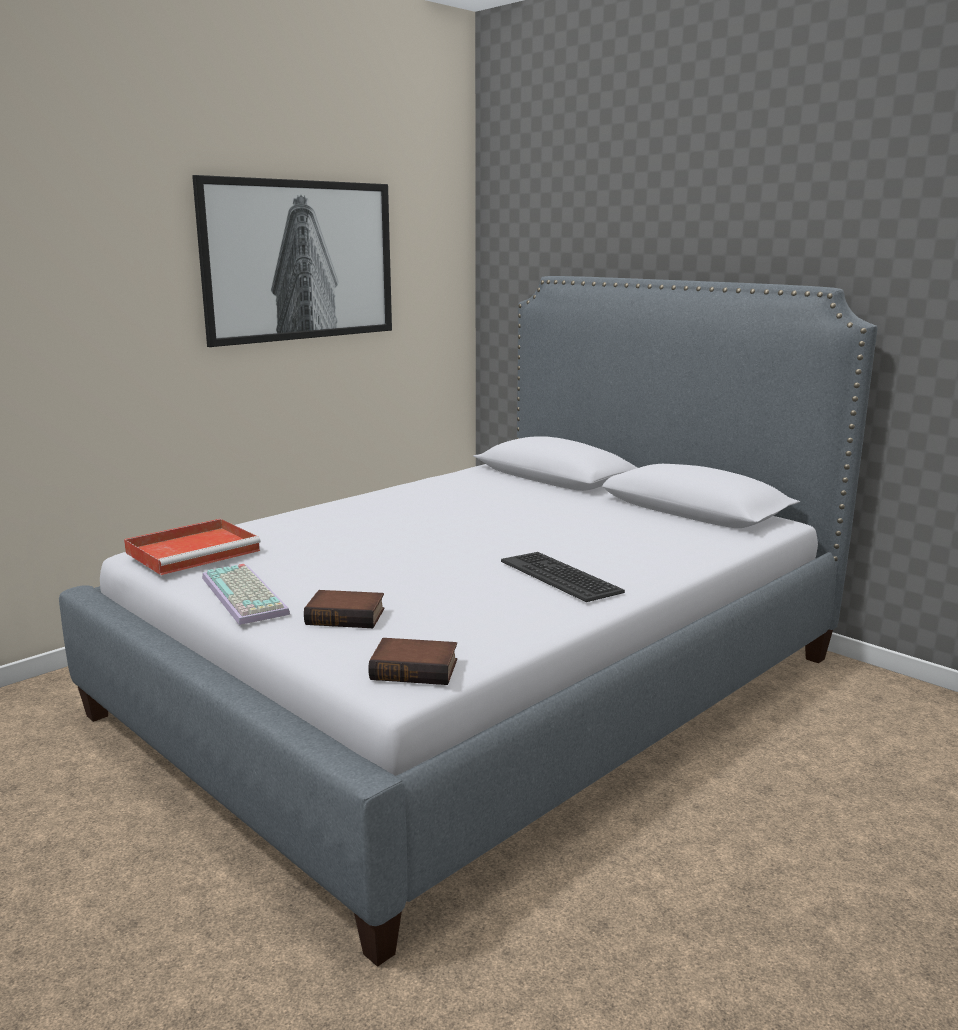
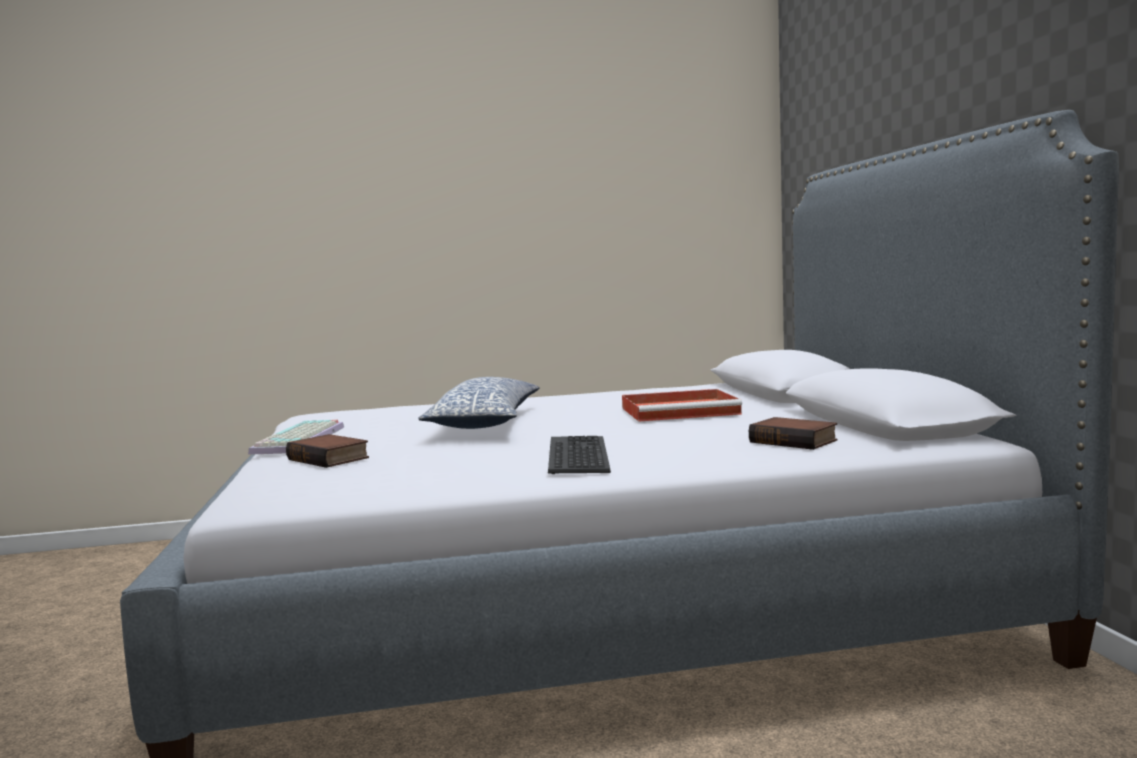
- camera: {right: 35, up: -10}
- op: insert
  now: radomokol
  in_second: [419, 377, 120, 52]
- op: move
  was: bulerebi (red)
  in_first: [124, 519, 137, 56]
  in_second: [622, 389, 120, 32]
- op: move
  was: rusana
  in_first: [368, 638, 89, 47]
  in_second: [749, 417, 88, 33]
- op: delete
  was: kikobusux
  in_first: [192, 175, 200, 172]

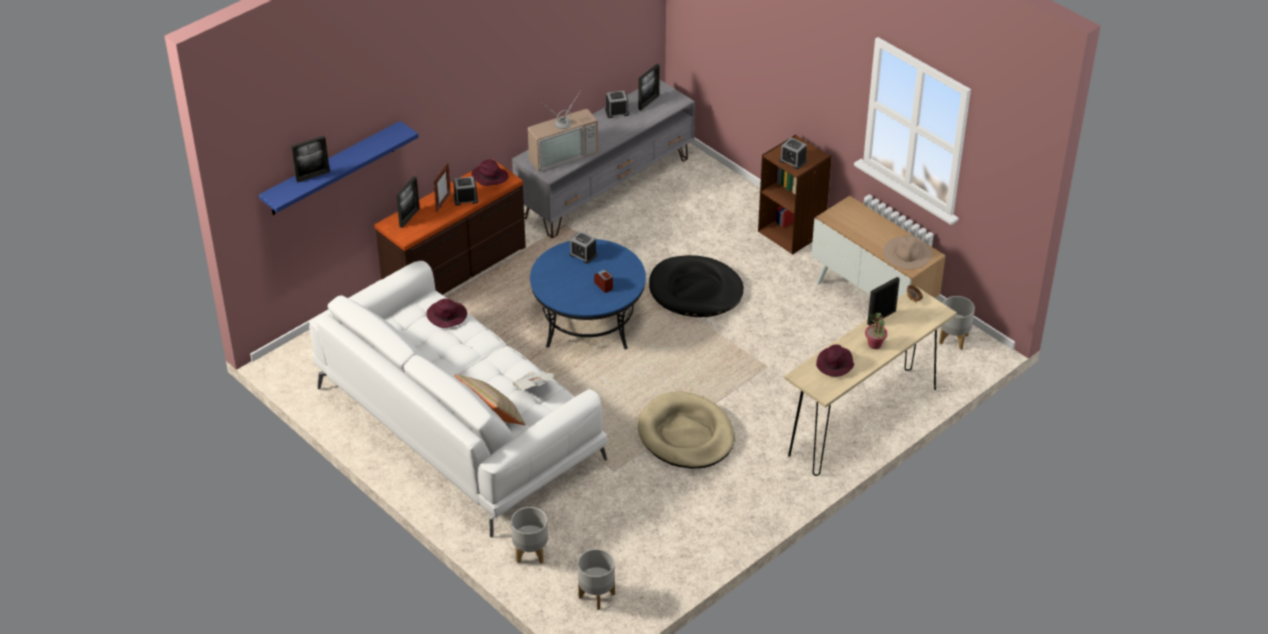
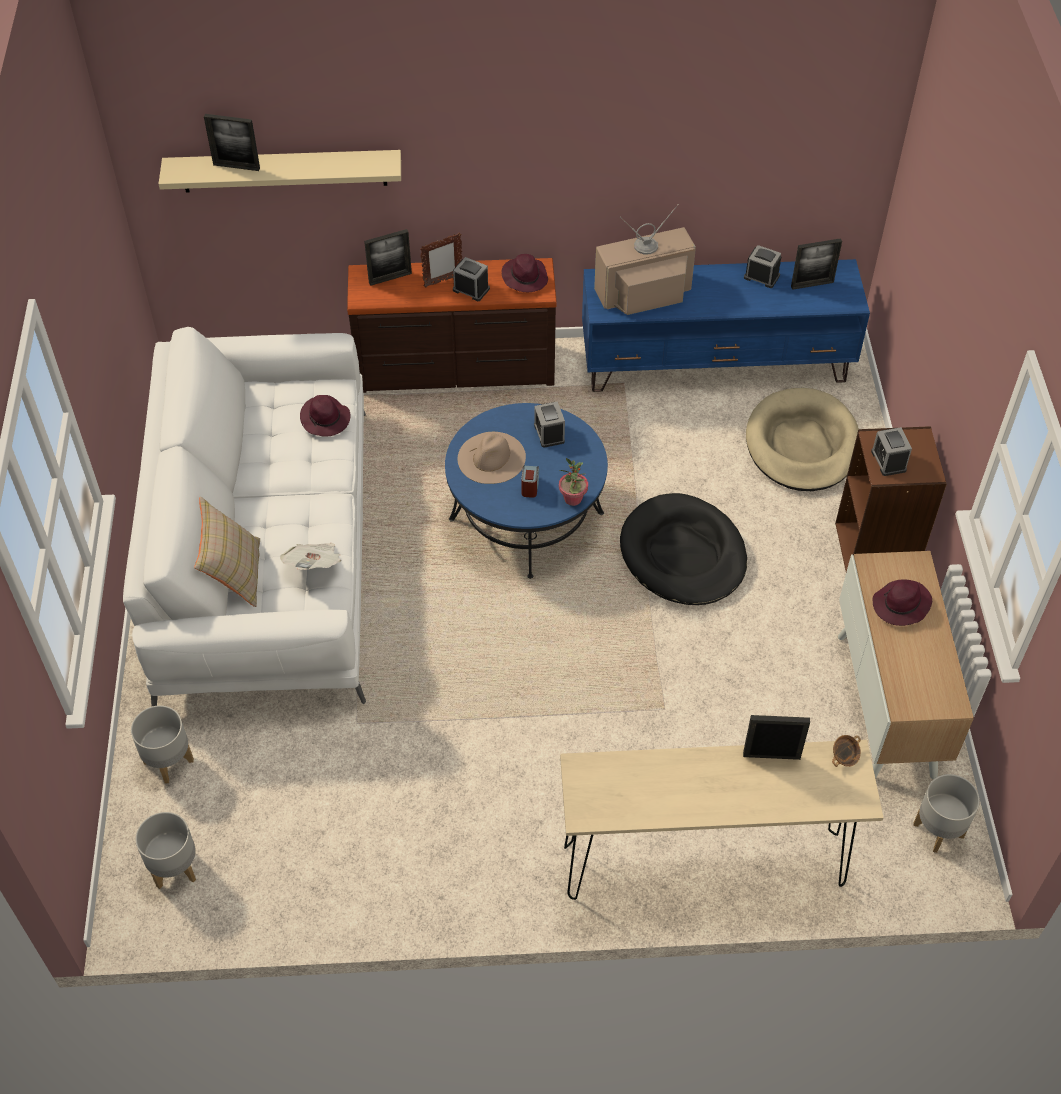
- camera: {right: 40, up: 10}
- op: recolor
  was: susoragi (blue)
  now: susoragi (beige)
  in_first: [259, 121, 160, 94]
  in_second: [159, 150, 242, 43]
- op: move
  was: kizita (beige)
  in_first: [883, 235, 49, 34]
  in_second: [458, 432, 68, 52]
- op: move
  was: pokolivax
  in_first: [865, 313, 22, 36]
  in_second: [559, 458, 29, 48]
- op: recolor
  was: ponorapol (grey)
  now: ponorapol (blue)
  in_first: [512, 79, 183, 159]
  in_second: [582, 259, 288, 133]
- op: rotate
  was: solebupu
  in_first: [528, 92, 70, 80]
  in_second: [594, 204, 102, 111]
  clockwise: 150
- op: move
  was: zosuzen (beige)
  in_first: [638, 391, 97, 77]
  in_second: [746, 388, 113, 103]
- op: move
  was: kizita (purple)
  in_first: [816, 344, 38, 33]
  in_second: [872, 579, 60, 47]

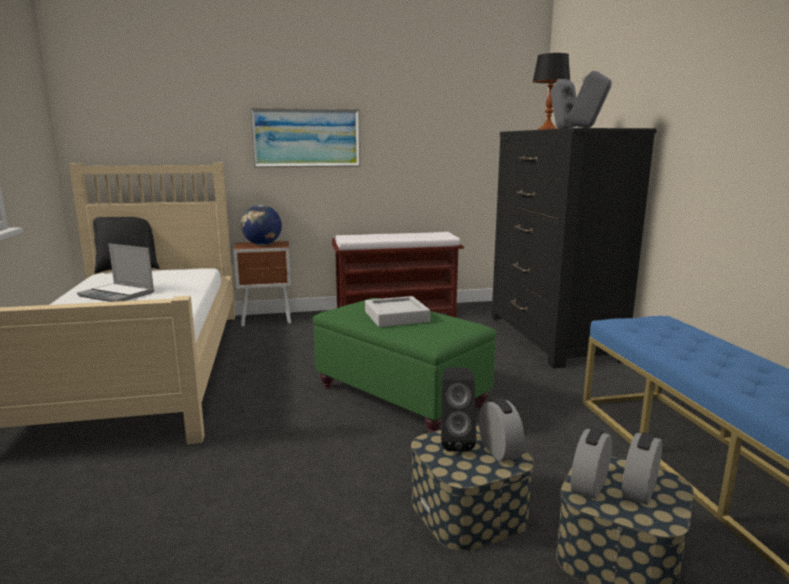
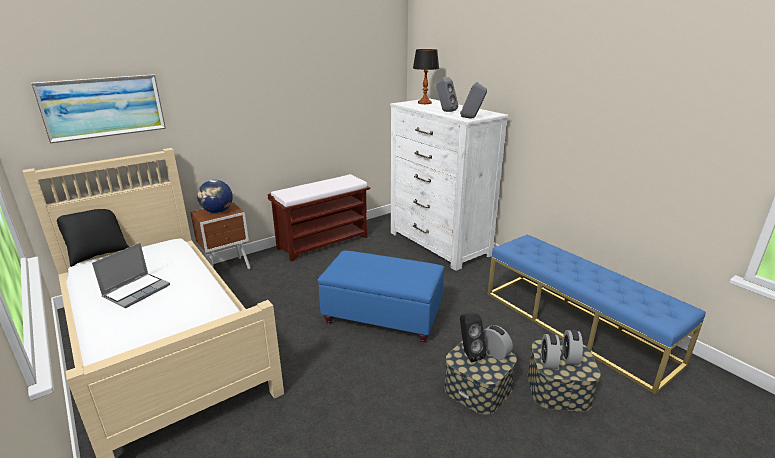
- camera: {right: -25, up: 10}
- op: move
  was: kikobusux
  in_first: [250, 108, 110, 59]
  in_second: [31, 74, 135, 69]
- op: rotate
  was: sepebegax
  in_first: [77, 243, 77, 59]
  in_second: [92, 243, 78, 65]
  clockwise: -60
- op: recolor
  was: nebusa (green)
  now: nebusa (blue)
  in_first: [312, 298, 185, 135]
  in_second: [318, 250, 126, 93]
- op: recolor
  was: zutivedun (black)
  now: zutivedun (white)
  in_first: [492, 128, 165, 241]
  in_second: [390, 98, 119, 173]
- op: delete
  was: bulerebi (grey)
  in_first: [365, 296, 65, 31]

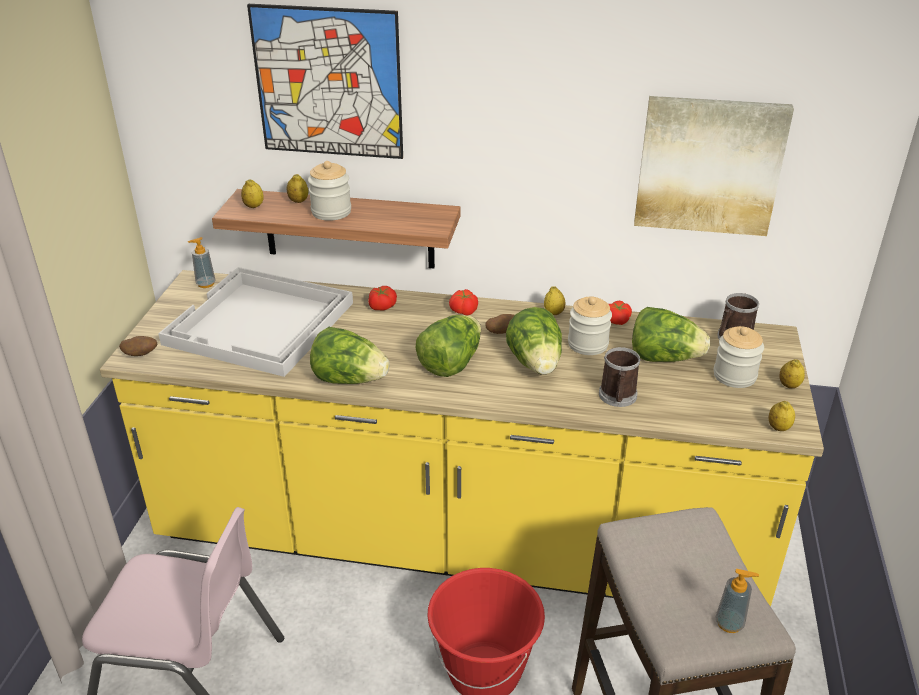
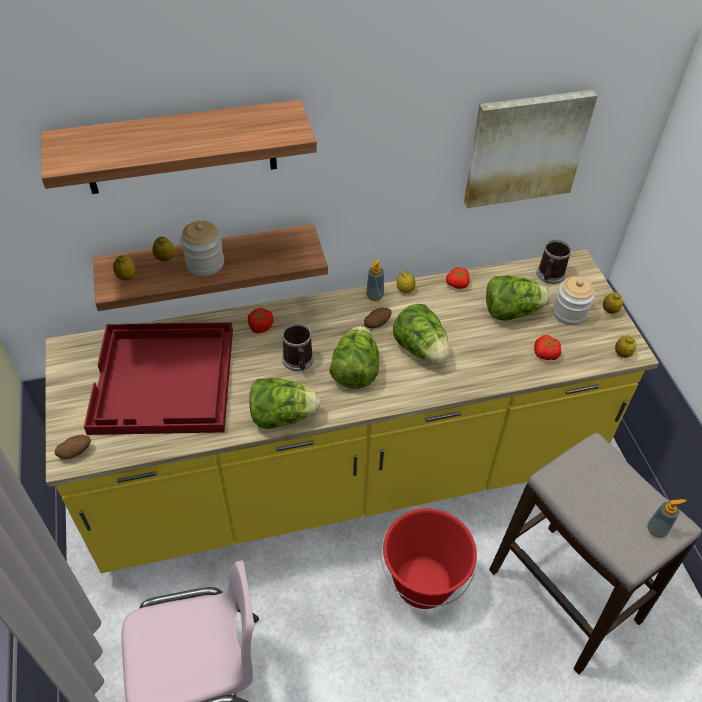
- camera: {right: -25, up: 15}
- op: replace
  was: kikobusux
  now: susoragi
  in_first: [247, 4, 156, 155]
  in_second: [41, 100, 276, 94]
- op: recolor
  was: bulerebi (white)
  now: bulerebi (red)
  in_first: [158, 267, 195, 110]
  in_second: [84, 322, 149, 113]
- op: move
  was: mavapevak
  in_first: [599, 347, 42, 60]
  in_second: [282, 323, 32, 49]
- op: move
  was: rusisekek
  in_first: [188, 237, 27, 51]
  in_second: [366, 259, 18, 42]
- op: move
  was: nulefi
  in_first: [449, 289, 29, 26]
  in_second: [534, 335, 27, 25]
- op: delete
  was: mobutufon
  in_first: [568, 296, 44, 59]

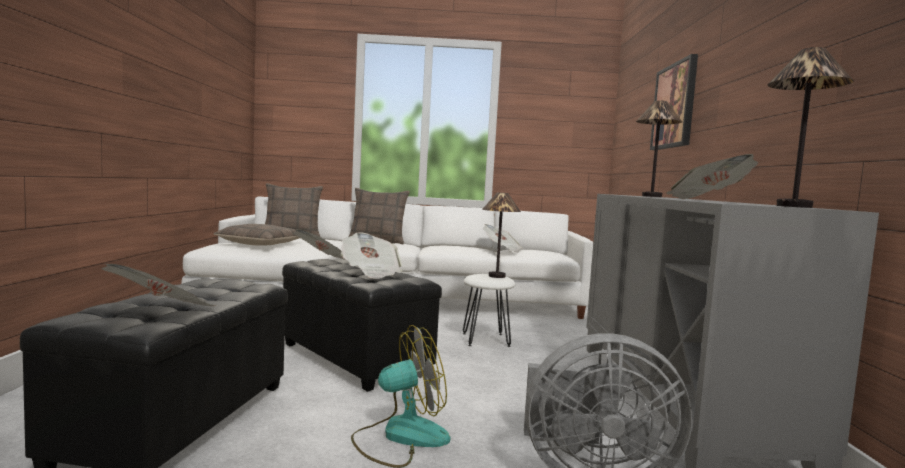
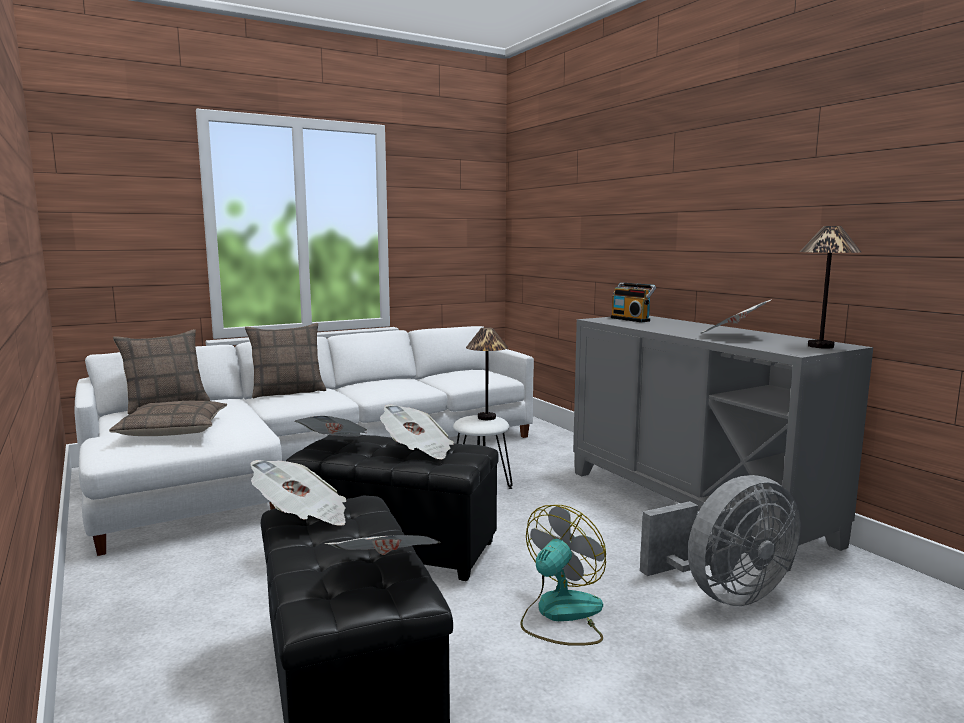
- camera: {right: -30, up: 5}
- op: move
  was: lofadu
  in_first: [483, 224, 40, 29]
  in_second: [250, 460, 96, 66]
- op: replace
  was: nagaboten
  now: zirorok
  in_first: [636, 101, 46, 96]
  in_second: [611, 282, 45, 40]
- op: delete
  was: kikobusux
  in_first: [650, 54, 48, 96]

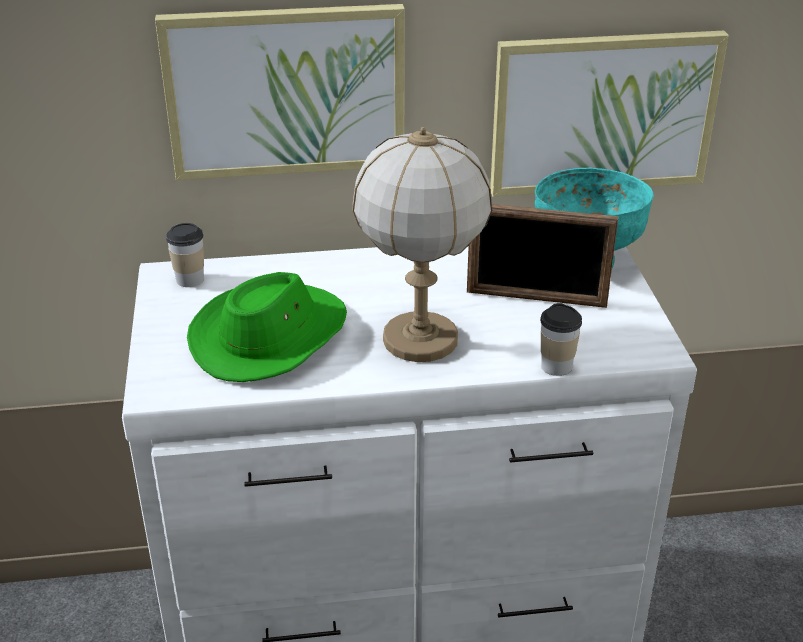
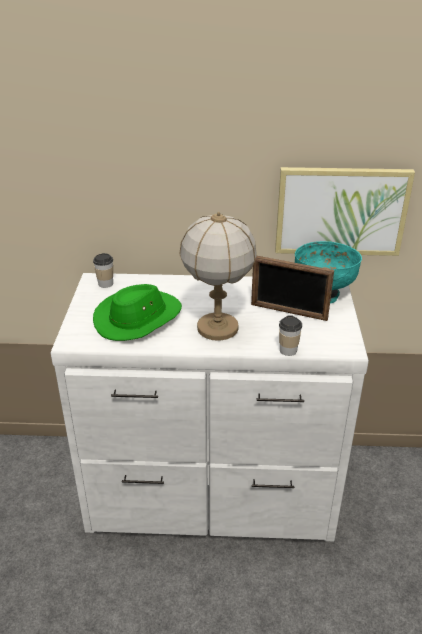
- camera: {right: 10, up: 0}
- op: delete
  was: kikobusux
  in_first: [155, 4, 250, 176]

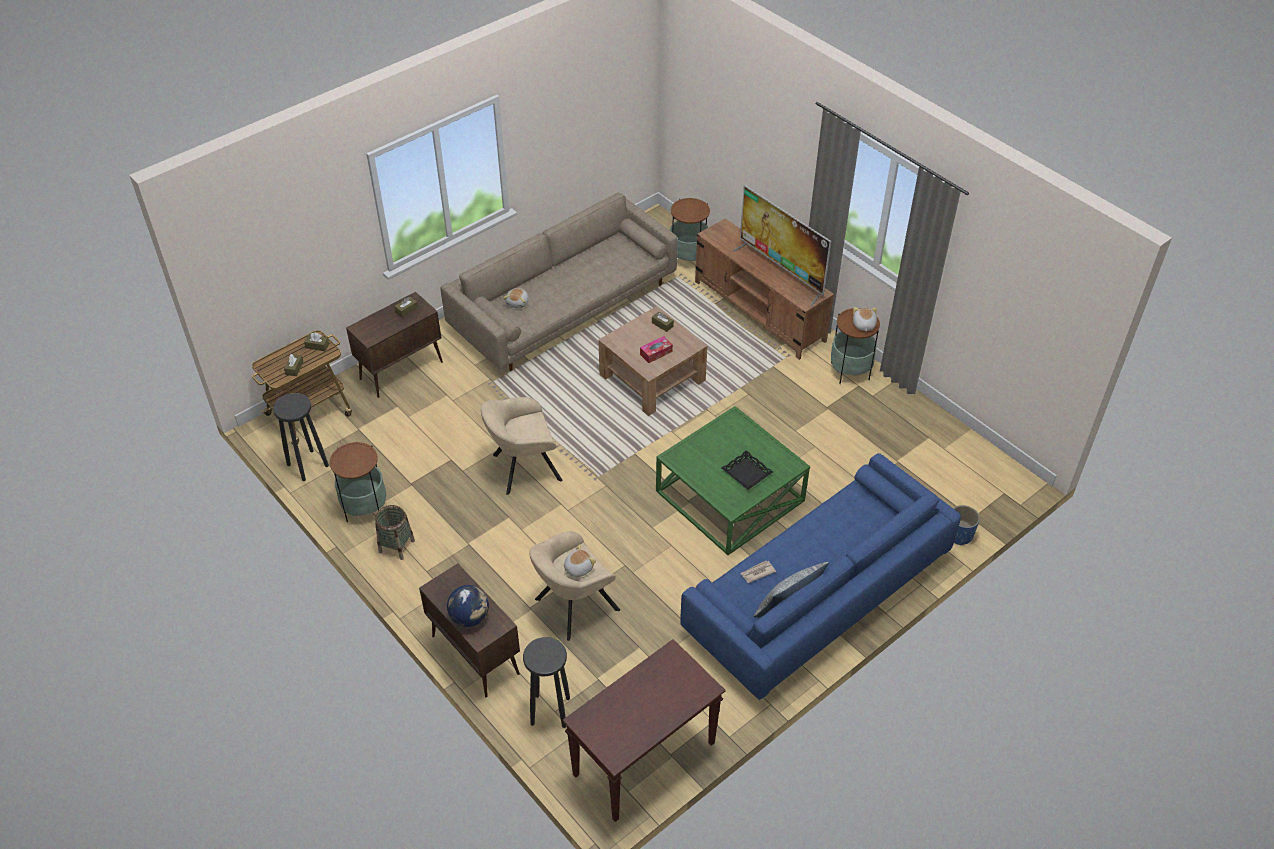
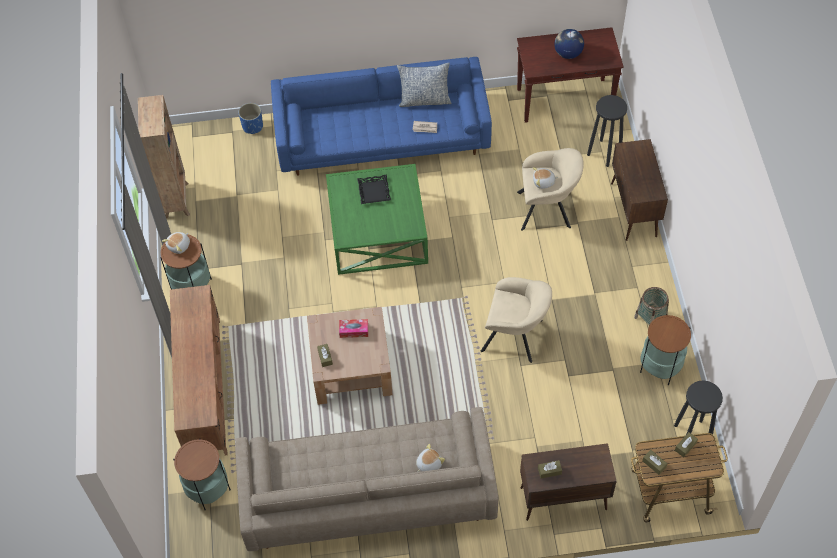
- camera: {right: -145, up: 10}
- op: insert
  now: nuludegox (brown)
  in_second: [138, 95, 52, 124]
- op: move
  was: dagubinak
  in_first: [447, 585, 42, 42]
  in_second: [554, 29, 30, 30]
- op: delete
  was: solebupu
  in_first: [732, 185, 99, 121]

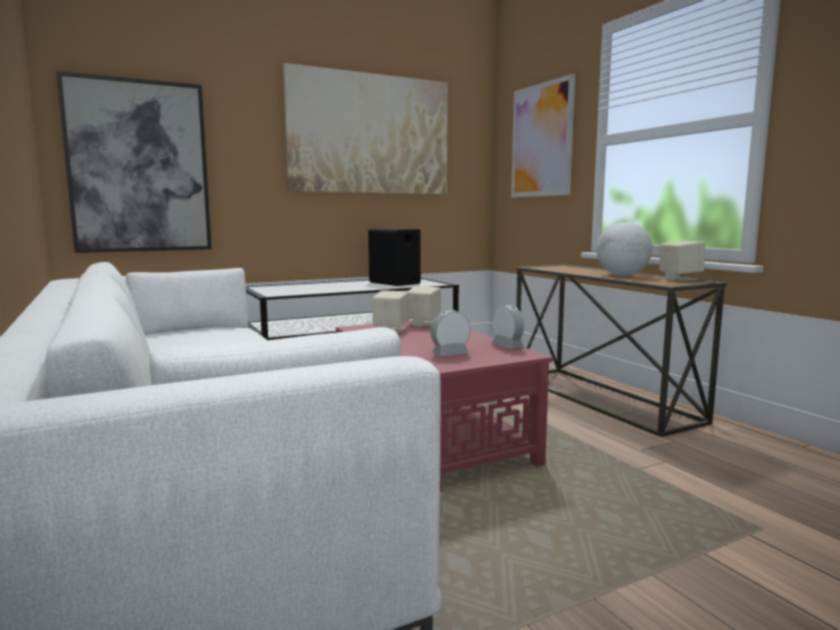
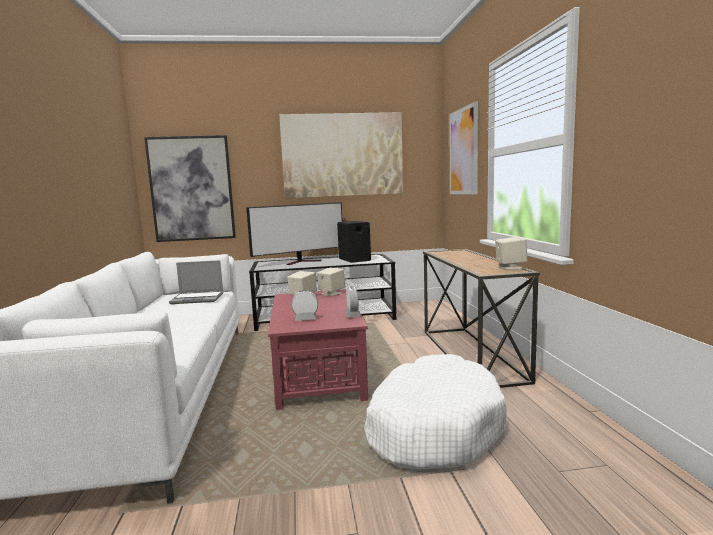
- camera: {right: 20, up: 0}
- op: insert
  now: sepebegax
  in_second: [169, 260, 54, 44]
- op: insert
  now: solebupu
  in_second: [246, 202, 97, 63]
- op: insert
  now: zosuzen (white)
  in_second: [364, 354, 143, 116]
- op: delete
  was: dagubinak
  in_first: [596, 222, 57, 54]

